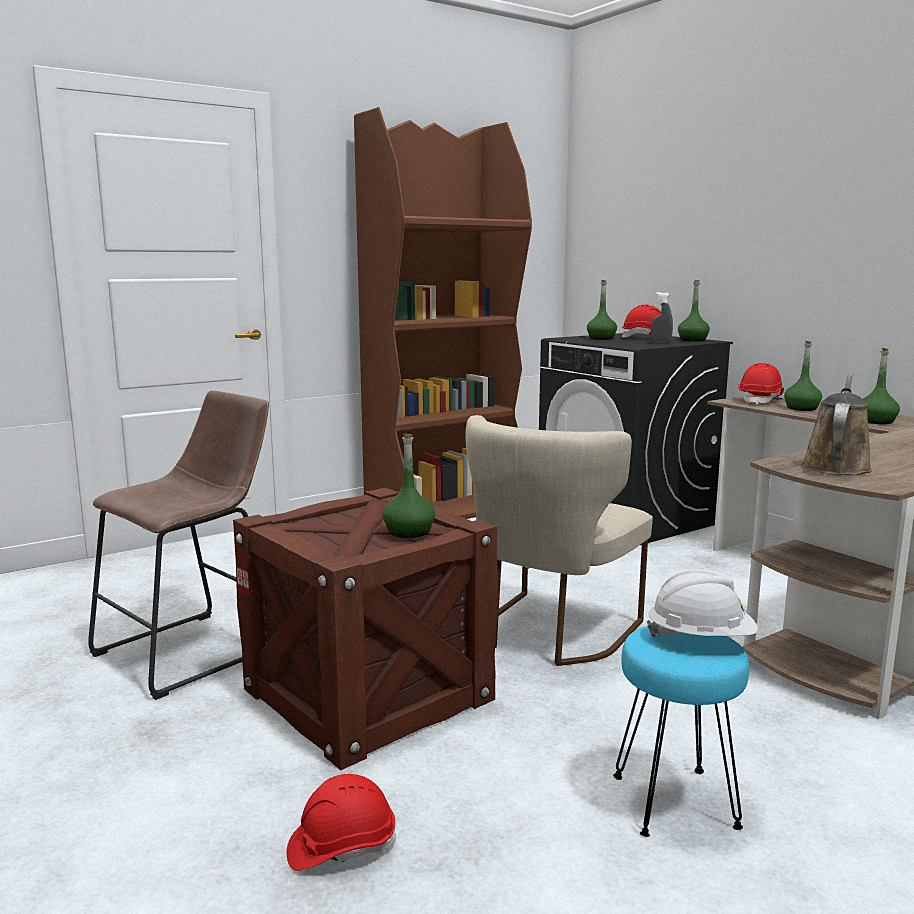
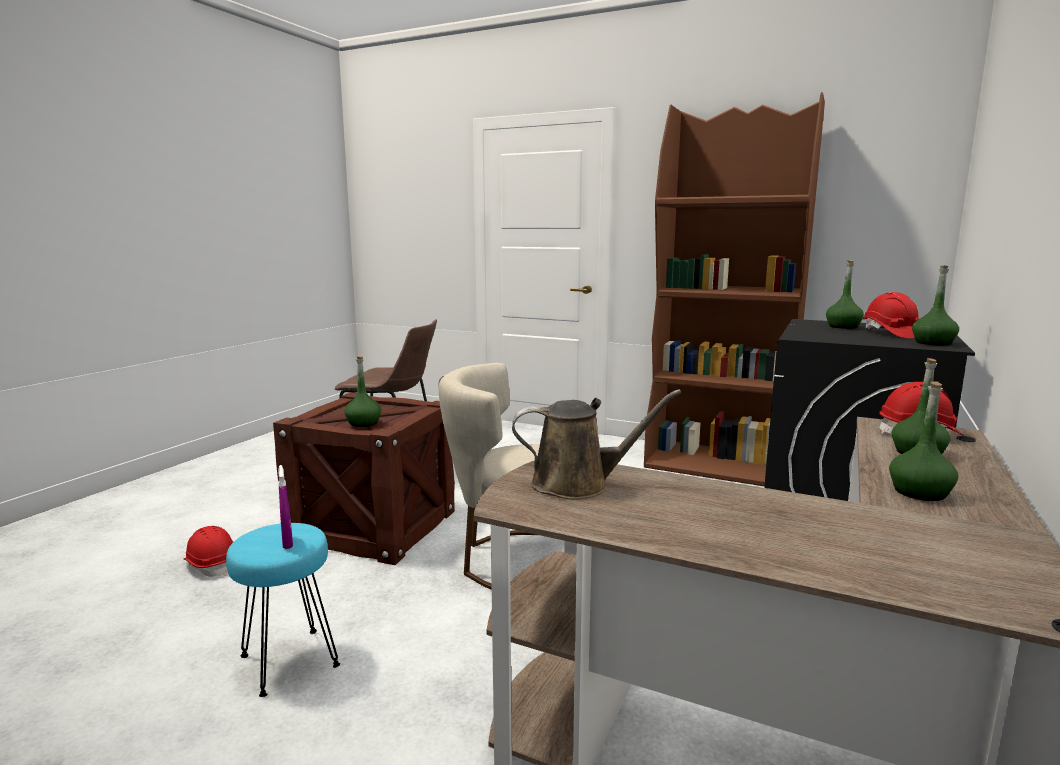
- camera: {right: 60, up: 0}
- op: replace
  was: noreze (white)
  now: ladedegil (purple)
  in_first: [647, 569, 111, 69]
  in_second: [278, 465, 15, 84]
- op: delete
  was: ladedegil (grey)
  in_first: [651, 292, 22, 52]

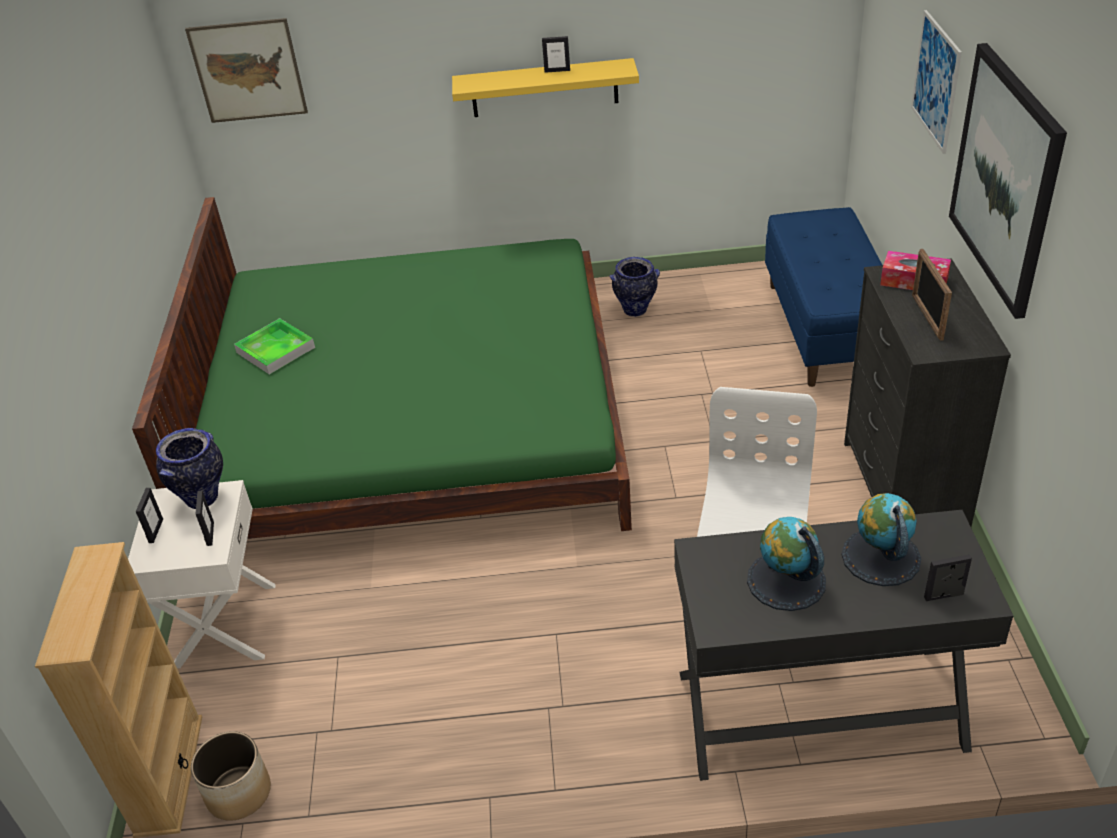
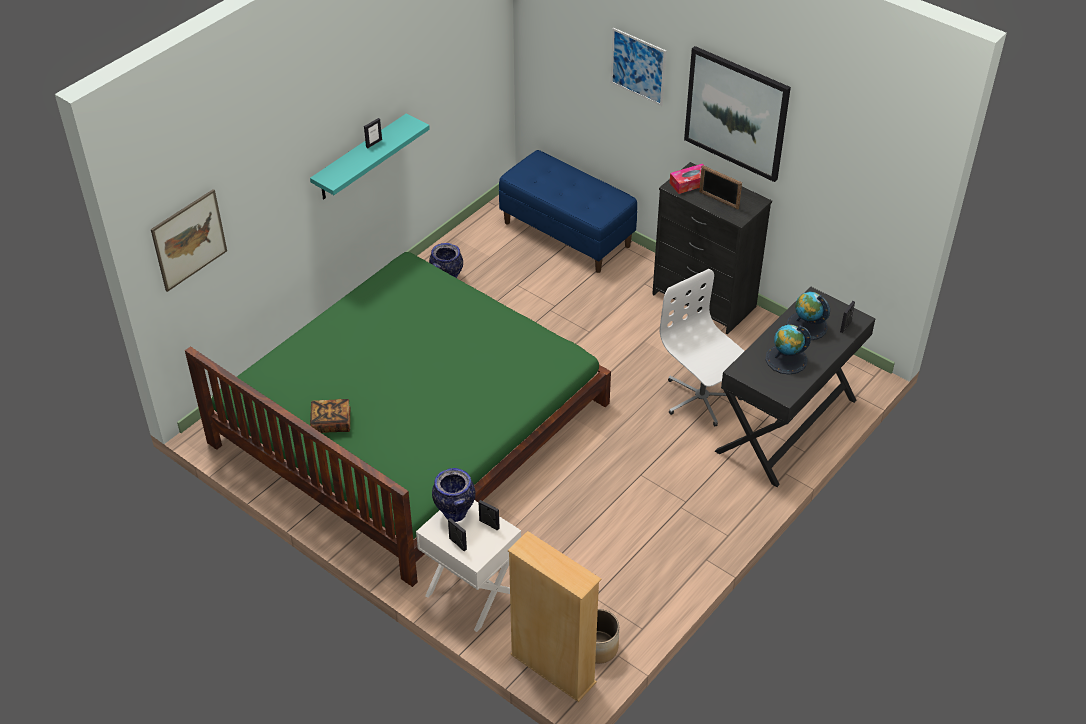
- camera: {right: -50, up: 5}
- op: recolor
  was: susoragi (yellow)
  now: susoragi (turquoise)
  in_first: [452, 58, 187, 59]
  in_second: [310, 113, 120, 86]
- op: replace
  was: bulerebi
  now: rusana
  in_first: [234, 318, 81, 57]
  in_second: [310, 399, 40, 34]

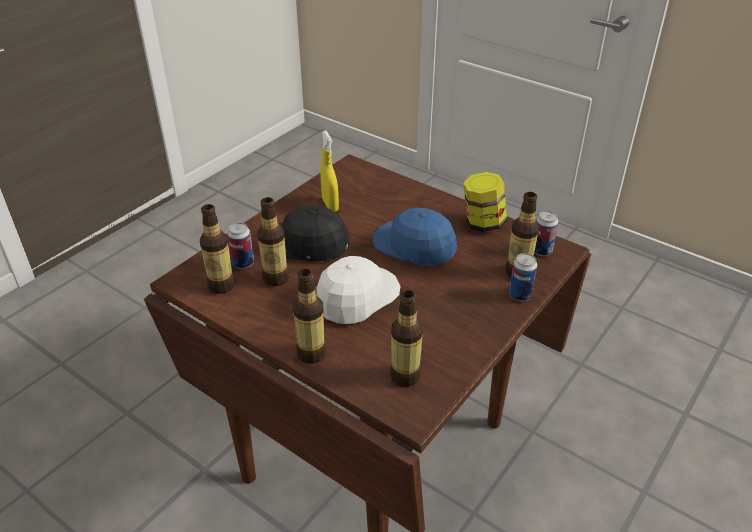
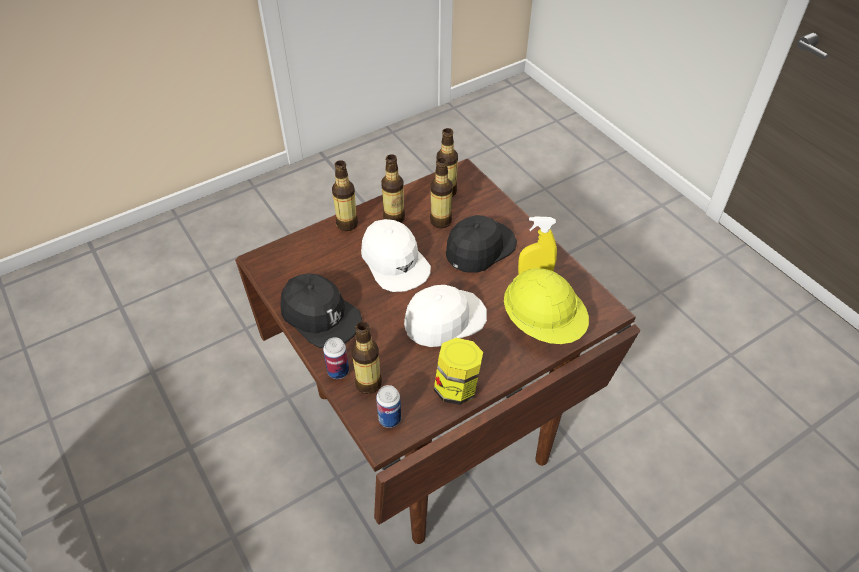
- camera: {right: 110, up: 10}
- op: insert
  now: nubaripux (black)
  in_second: [280, 273, 82, 75]
- op: move
  was: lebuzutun
  in_first: [390, 290, 33, 97]
  in_second: [381, 154, 24, 69]
- op: recolor
  was: nubaripux (blue)
  now: nubaripux (white)
  in_first: [373, 208, 84, 58]
  in_second: [404, 285, 83, 62]
- op: insert
  now: noreze (yellow)
  in_second: [504, 268, 85, 76]
- op: delete
  was: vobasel
  in_first: [228, 223, 26, 46]

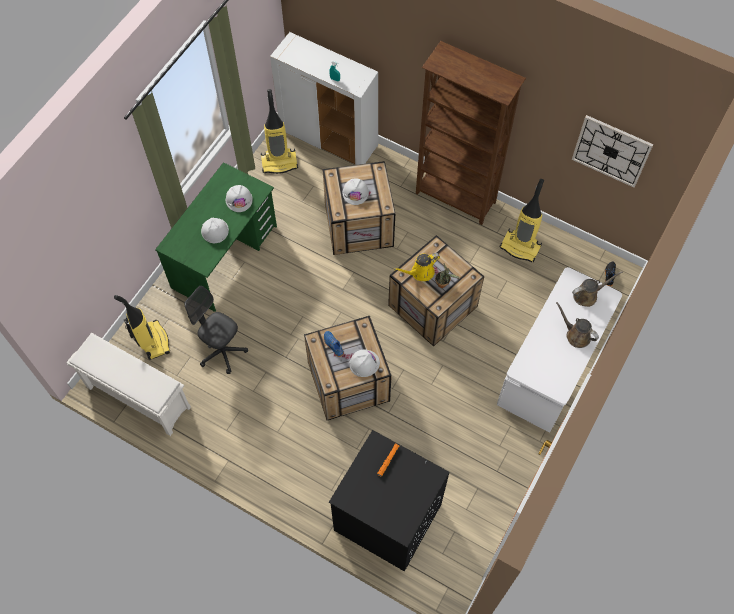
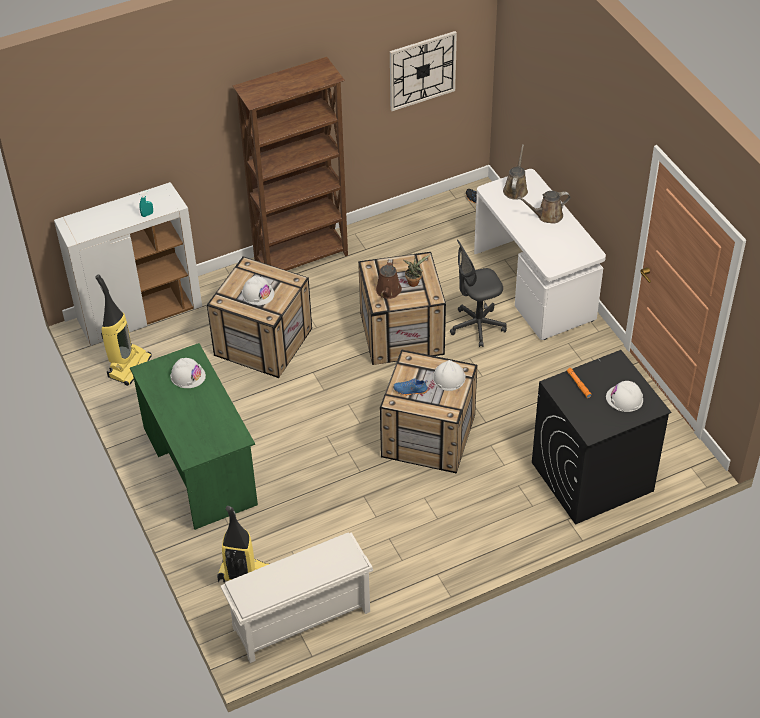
- camera: {right: -55, up: -15}
- op: recolor
  was: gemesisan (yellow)
  now: gemesisan (brown)
  in_first: [394, 253, 46, 28]
  in_second: [376, 259, 26, 40]
- op: move
  was: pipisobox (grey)
  in_first: [184, 286, 64, 88]
  in_second: [450, 239, 57, 108]
- op: move
  was: noreze (white)
  in_first: [201, 218, 28, 26]
  in_second: [606, 381, 37, 31]
- op: delete
  was: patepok
  in_first: [500, 179, 44, 83]

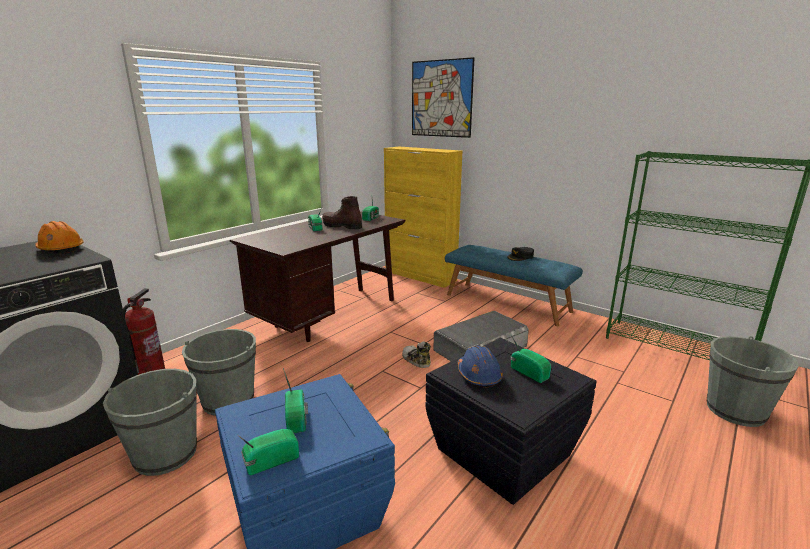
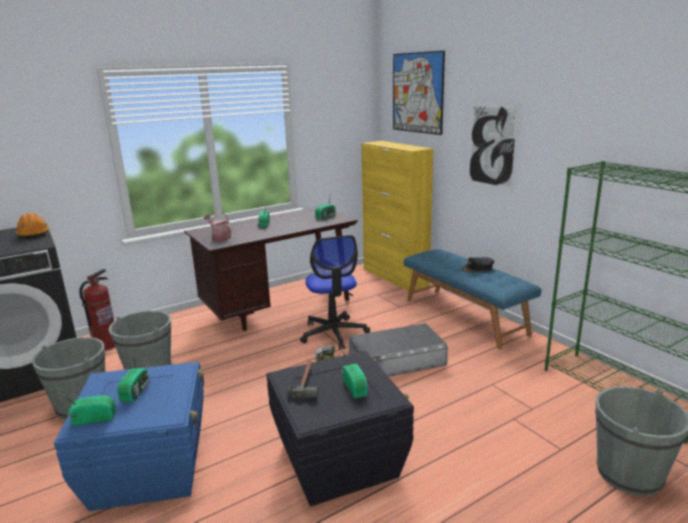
- camera: {right: 20, up: 0}
- op: insert
  now: gemesisan
  in_second: [204, 212, 28, 29]
- op: replace
  was: noreze (blue)
  now: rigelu
  in_first: [457, 346, 46, 42]
  in_second: [287, 361, 31, 37]
- op: insert
  now: pipisobox
  in_second: [300, 235, 70, 115]
- op: insert
  now: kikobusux
  in_second: [468, 104, 51, 86]
- op: delete
  was: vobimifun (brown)
  in_first: [322, 196, 40, 33]

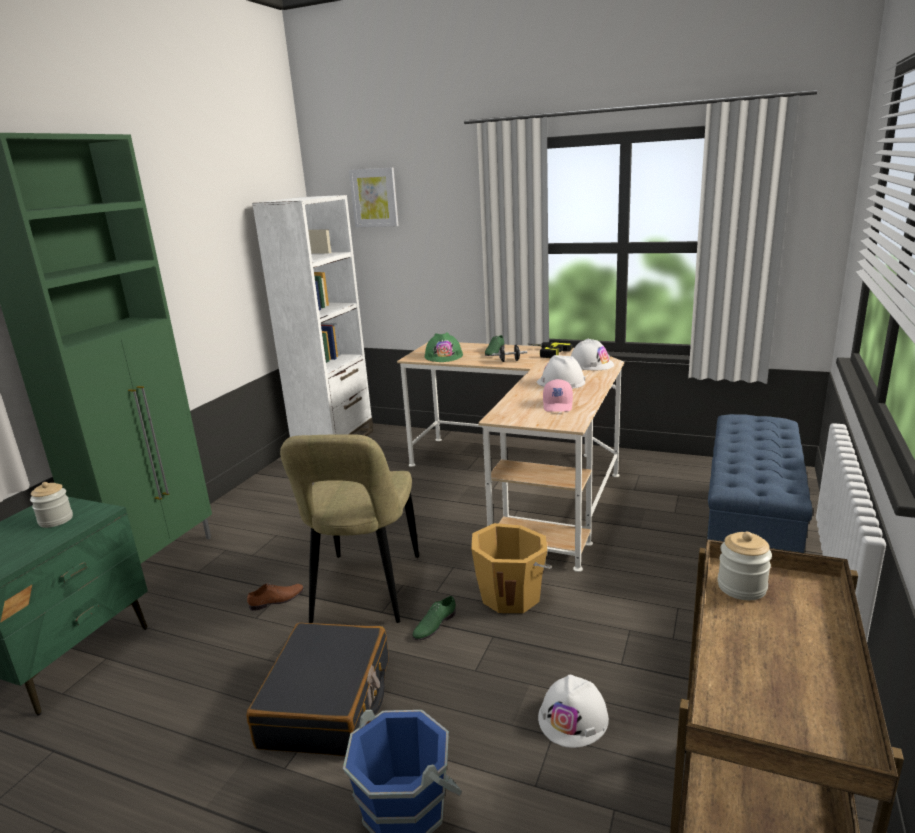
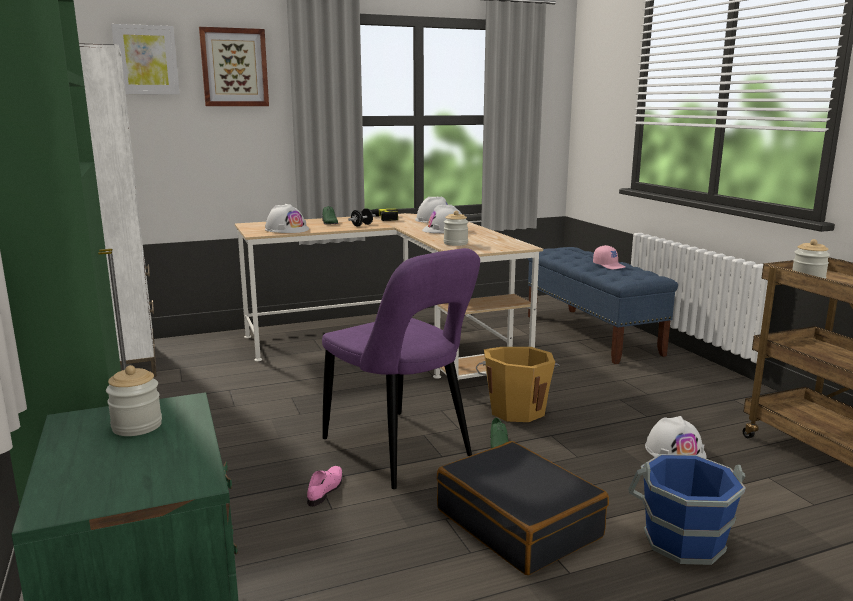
- camera: {right: -45, up: -5}
- op: insert
  now: kikobusux
  in_second: [199, 27, 70, 79]
- op: recolor
  was: noreze (green)
  now: noreze (white)
  in_first: [424, 332, 39, 30]
  in_second: [265, 204, 44, 29]
- op: recolor
  was: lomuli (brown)
  now: lomuli (pink)
  in_first: [247, 584, 57, 27]
  in_second: [307, 466, 36, 41]
- op: recolor
  was: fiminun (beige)
  now: fiminun (purple)
  in_first: [280, 434, 139, 189]
  in_second: [322, 248, 158, 241]
- op: insert
  now: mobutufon
  in_second: [444, 211, 24, 35]
- op: move
  was: nubaripux (pink)
  in_first: [543, 379, 30, 33]
  in_second: [593, 245, 33, 25]

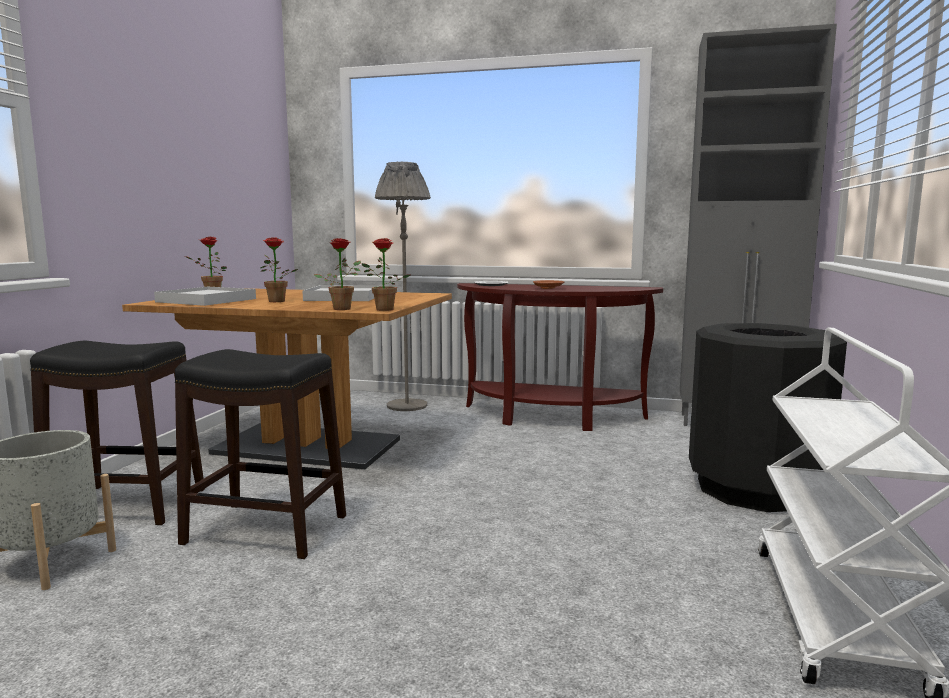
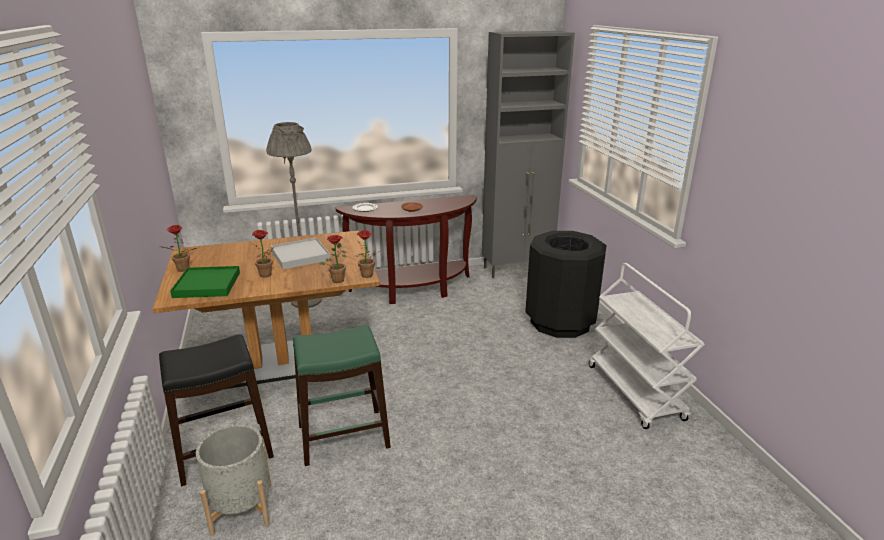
- camera: {right: -30, up: 15}
- op: recolor
  was: bulerebi (white)
  now: bulerebi (green)
  in_first: [154, 287, 102, 19]
  in_second: [170, 266, 70, 32]
- op: recolor
  was: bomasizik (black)
  now: bomasizik (green)
  in_first: [175, 349, 171, 210]
  in_second: [293, 325, 98, 141]

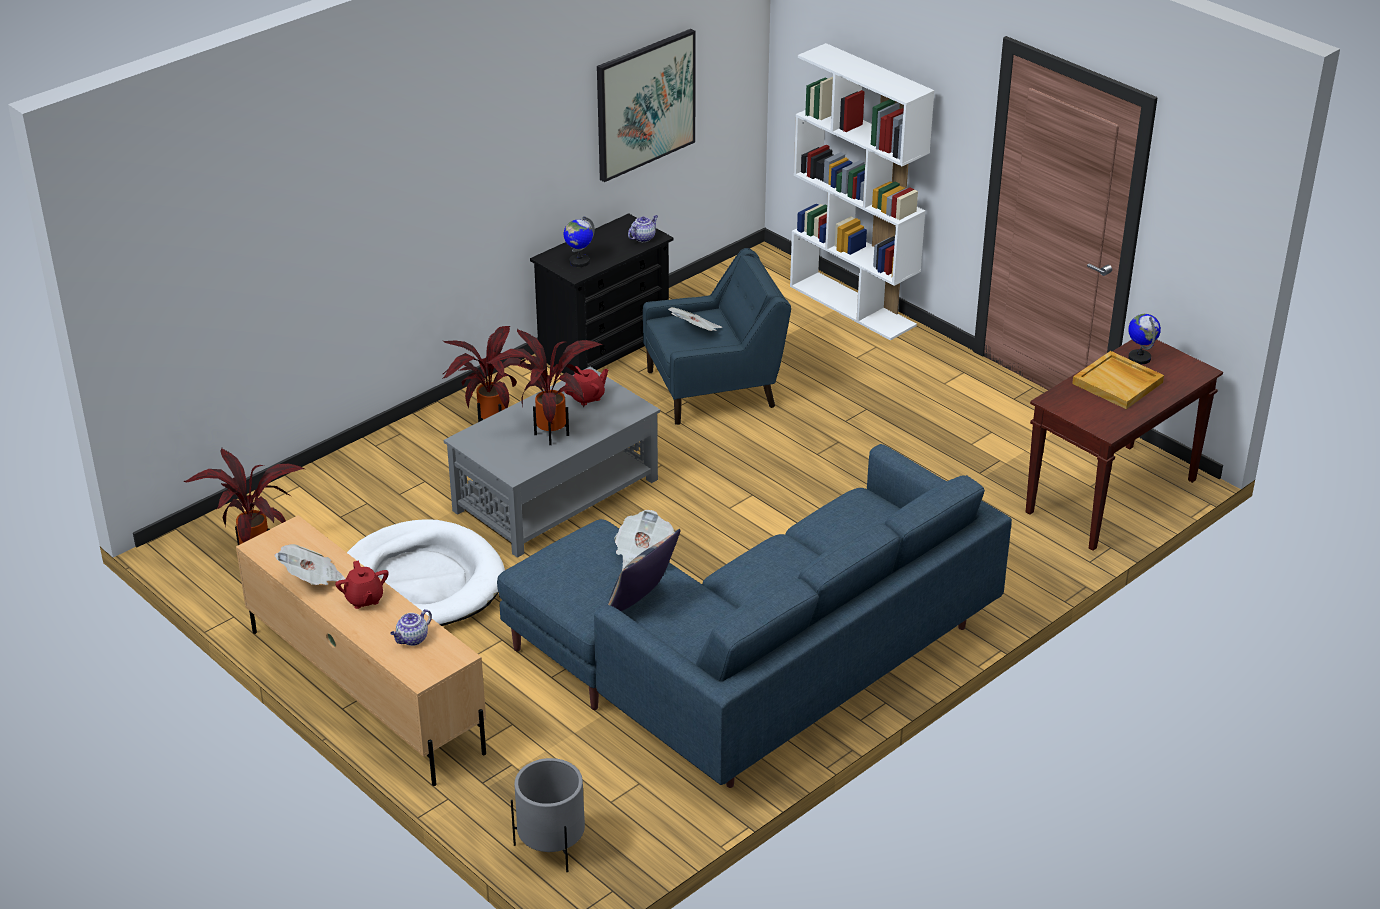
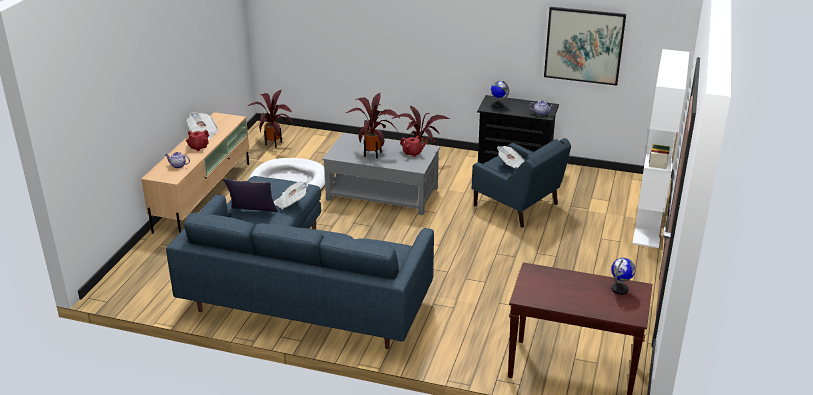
- camera: {right: 60, up: -5}
- op: delete
  was: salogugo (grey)
  in_first: [511, 758, 74, 114]
- op: delete
  was: bulerebi (beige)
  in_first: [1072, 351, 92, 58]

